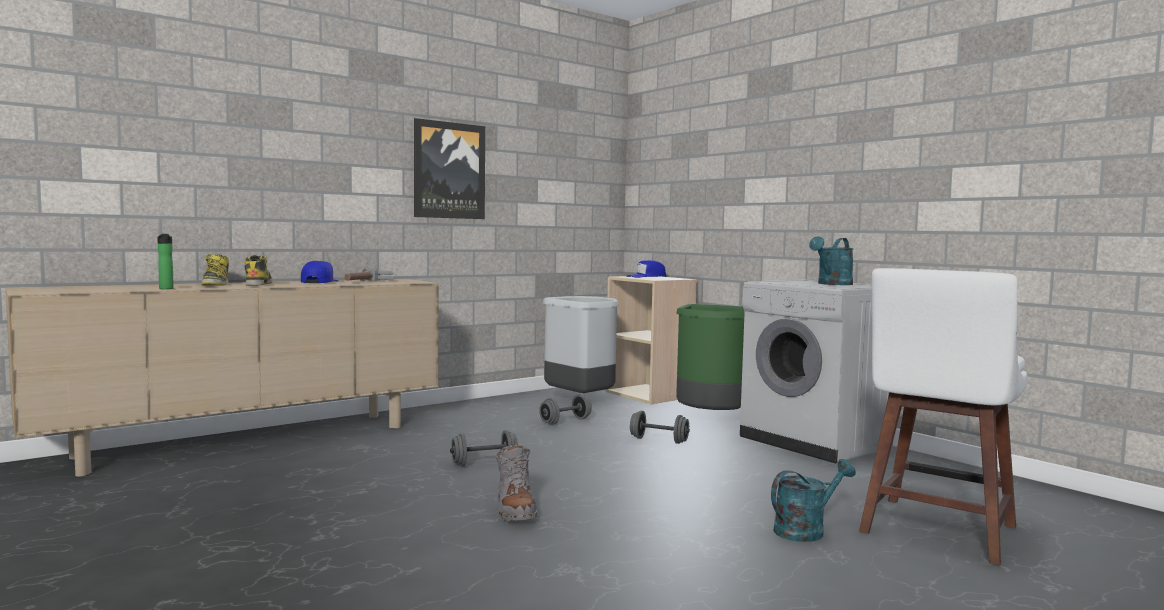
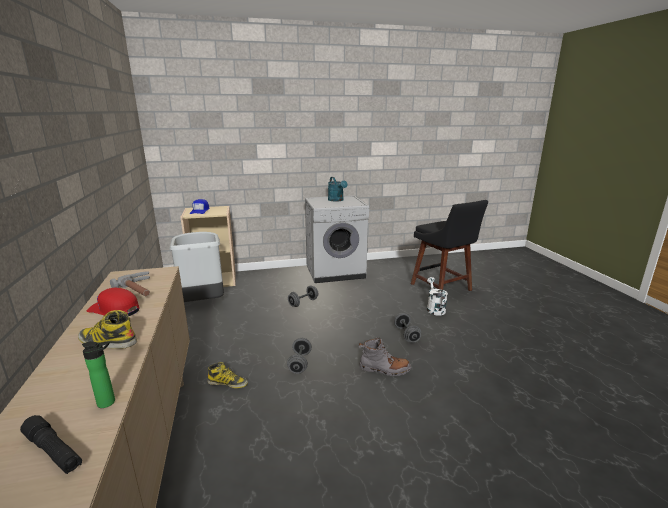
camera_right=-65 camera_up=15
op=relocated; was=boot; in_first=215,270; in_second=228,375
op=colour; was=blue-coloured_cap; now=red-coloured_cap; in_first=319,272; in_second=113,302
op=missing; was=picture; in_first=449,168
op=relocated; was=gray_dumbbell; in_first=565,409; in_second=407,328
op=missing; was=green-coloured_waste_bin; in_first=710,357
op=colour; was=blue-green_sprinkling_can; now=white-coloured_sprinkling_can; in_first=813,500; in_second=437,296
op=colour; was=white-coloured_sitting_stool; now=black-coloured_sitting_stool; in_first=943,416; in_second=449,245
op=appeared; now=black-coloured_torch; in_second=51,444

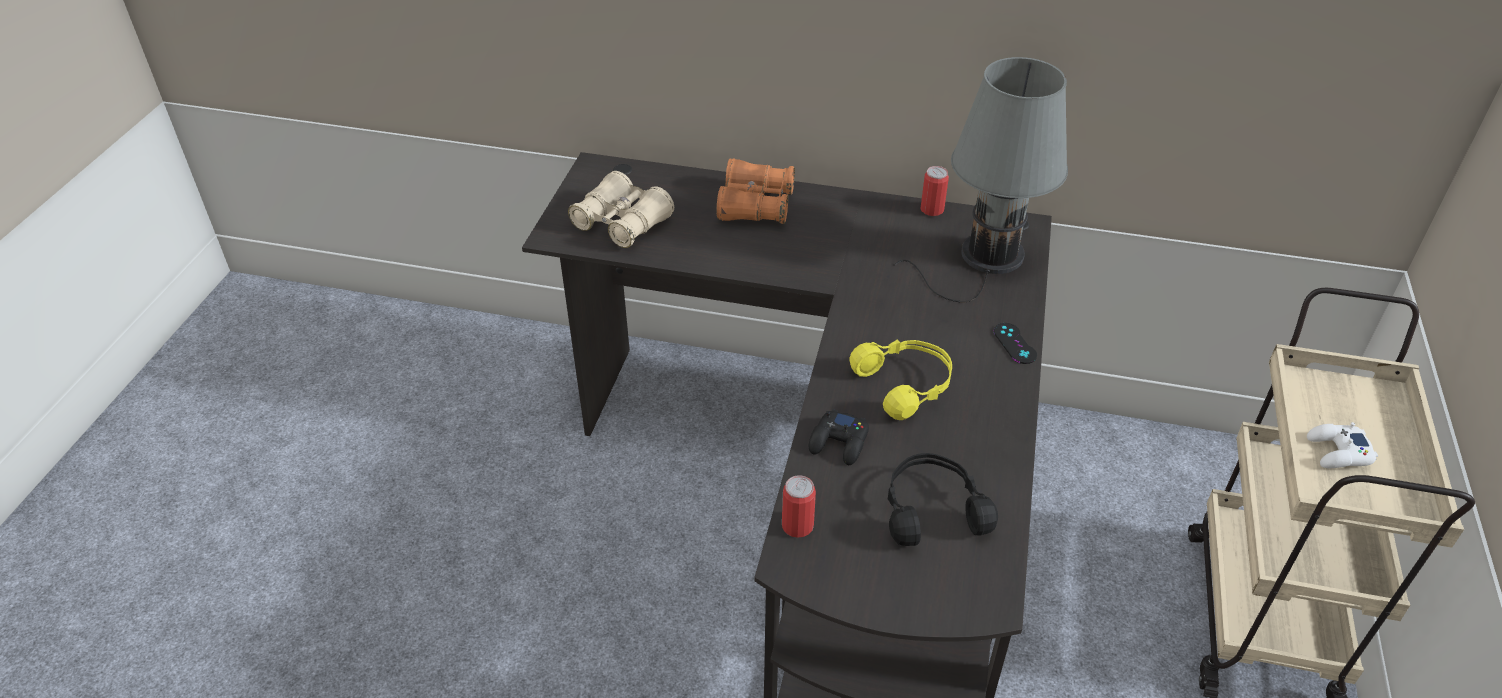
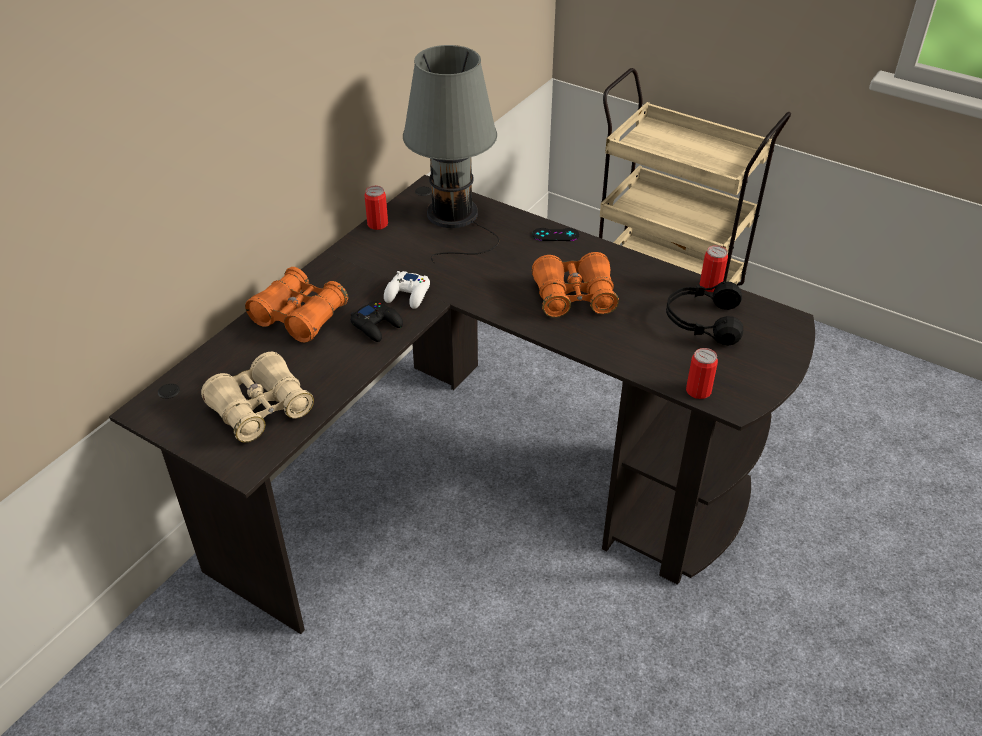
camera_right=-70 camera_up=0
op=relocated; was=black-coloured_gamepad; in_first=839,437; in_second=376,321
op=exchanged; was=yellowish_pair_of_headphones; now=orange_pair_of_binoculars; in_first=901,379; in_second=575,284
op=relocated; was=white-coloured_gamepad; in_first=1342,445; in_second=407,290
op=appeared; now=can; in_second=713,268

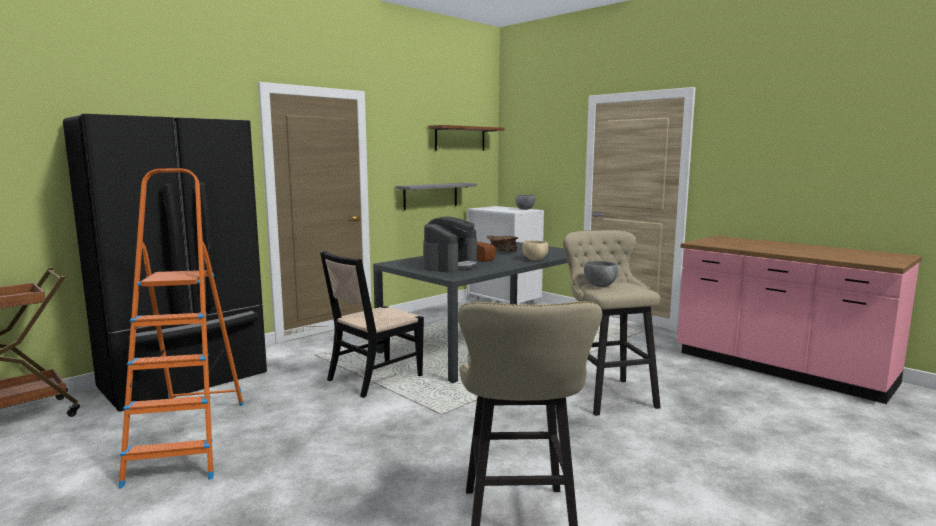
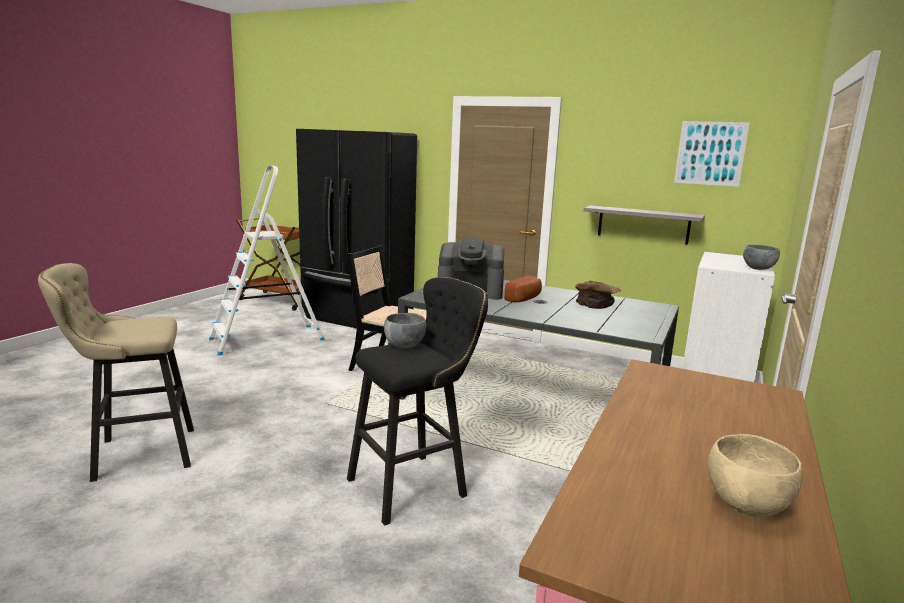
camera_right=70 camera_up=5
op=colour; was=orange_step_ladder; now=white-coloured_step_ladder; in_first=181,329; in_second=267,260
op=exchanged; was=brown_shelf; now=picture; in_first=466,138; in_second=712,154
op=relocated; was=beige-coloured_bowl; in_first=535,250; in_second=755,475
op=colour; was=beige-coloured_sitting_stool; now=black-coloured_sitting_stool; in_first=612,323; in_second=417,401

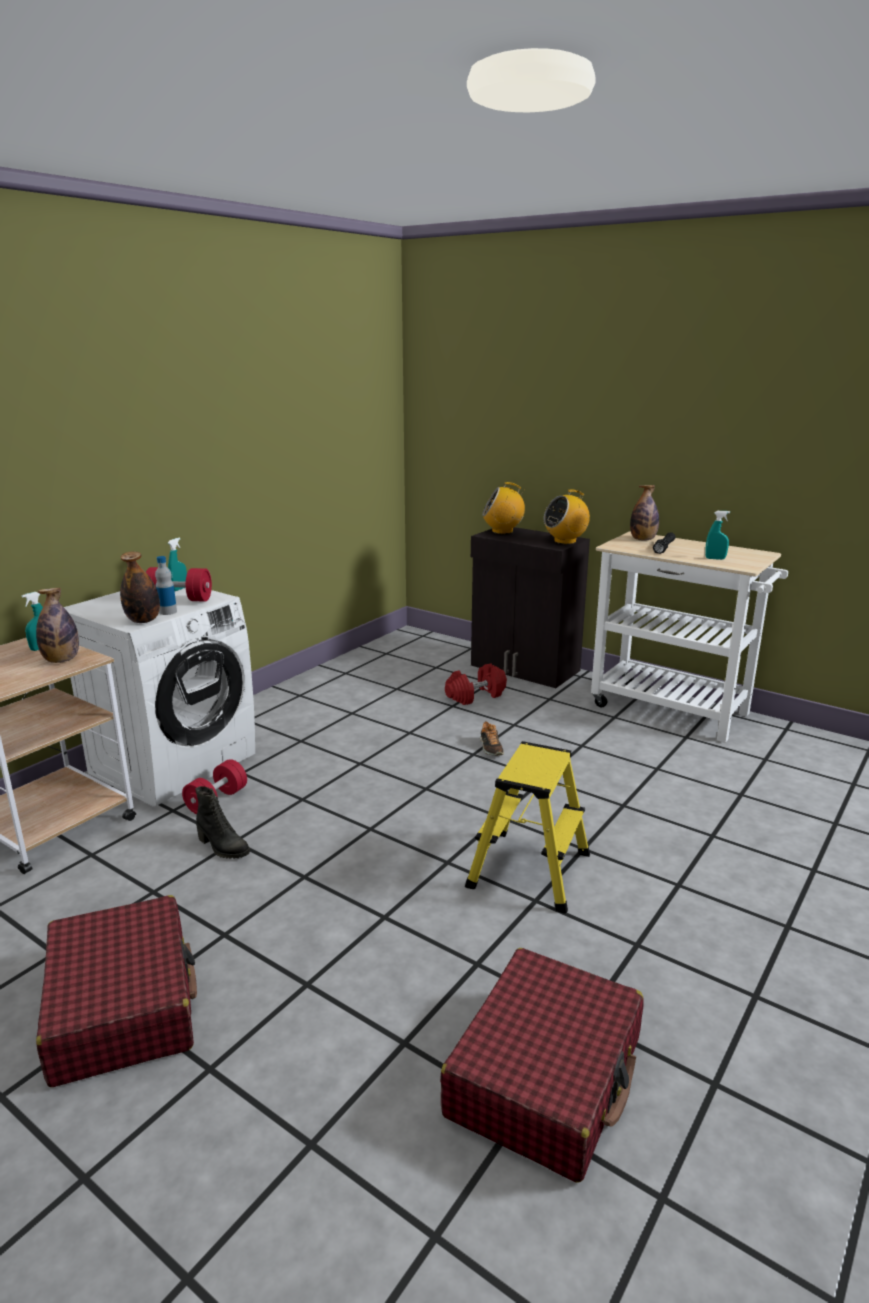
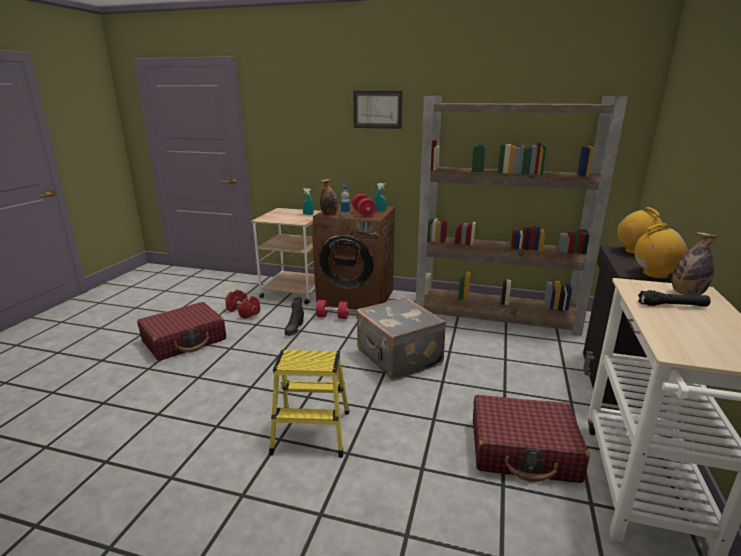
camera_right=70 camera_up=0
op=missing; was=bottle; in_first=57,625
op=colour; was=white-coloured_washing_machine; now=brown_washing_machine; in_first=159,697; in_second=354,256
op=relocated; was=red-coloured_travel_case; in_first=541,1065; in_second=531,439
op=relocated; was=red-coloured_dumbbell; in_first=476,684; in_second=242,304
op=missing; was=shoe; in_first=492,738
op=spun; was=radio; in_first=567,516; in_second=661,251; clockwise=135
op=missing; was=blue-green_hand_sprayer; in_first=717,535
op=appeared; now=picture; in_second=378,110
op=appeared; now=gray_travel_case; in_second=401,339
op=appeared; now=brown_bookcase; in_second=522,215

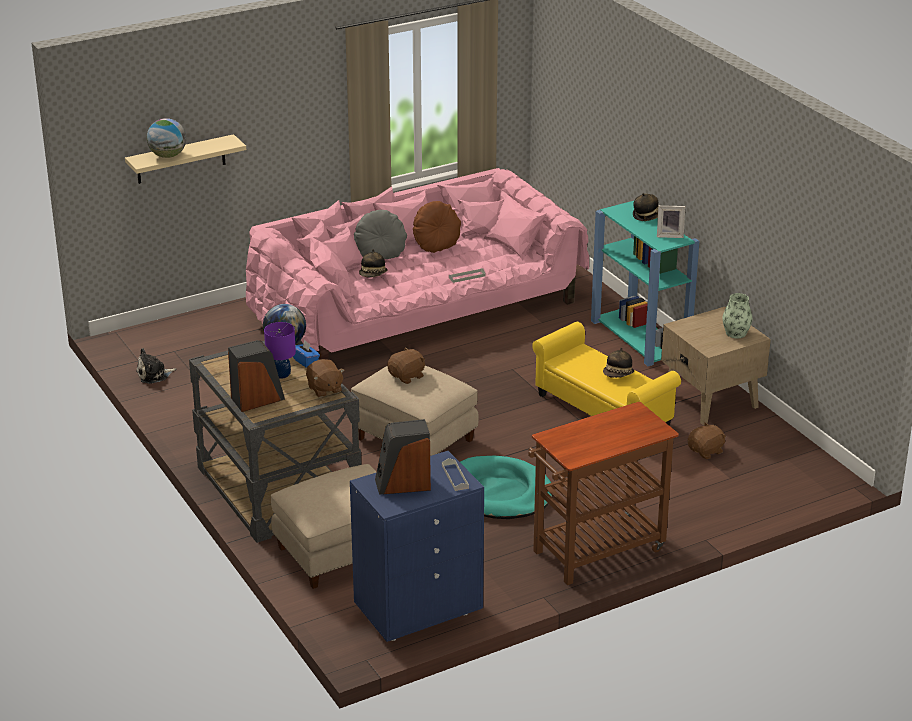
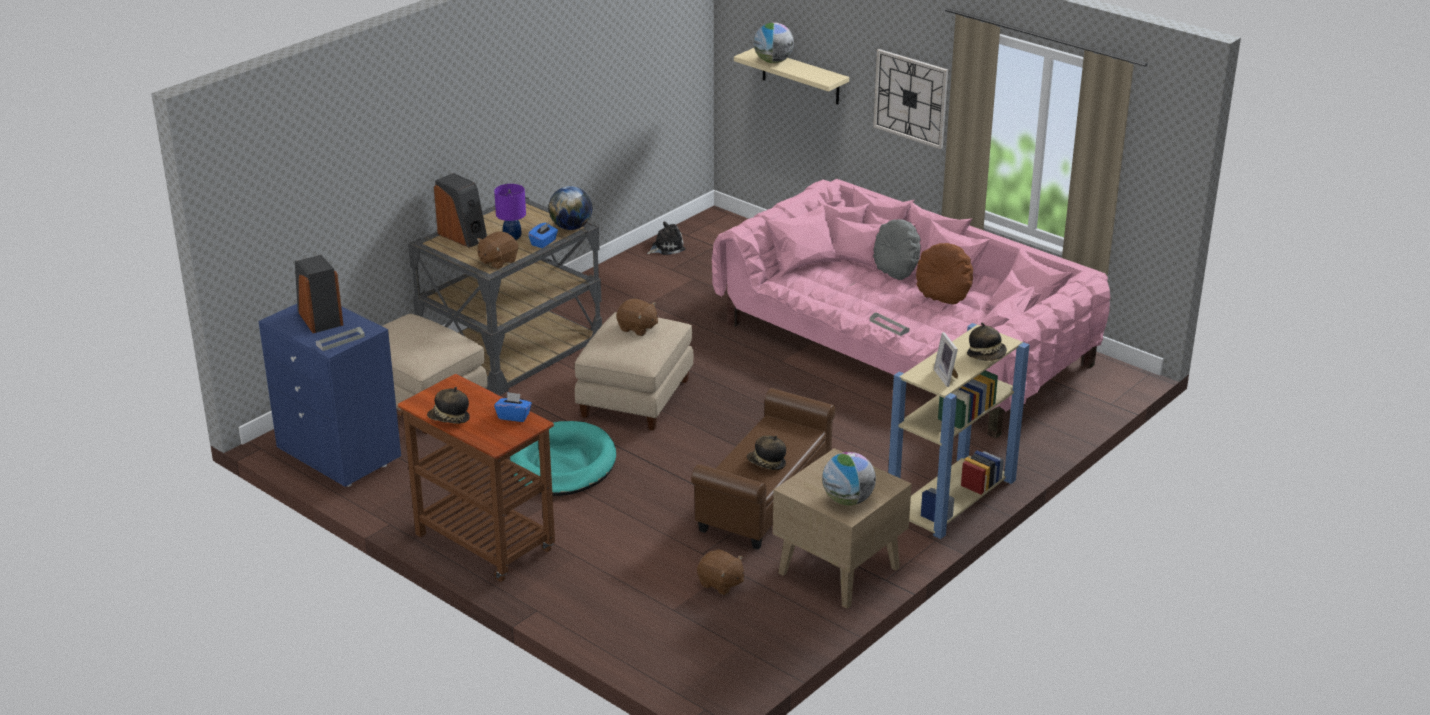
camera_right=70 camera_up=0
op=spun; was=cuddly_toy; in_first=156,366; in_second=666,238; clockwise=105
op=relocated; was=hat; in_first=373,263; in_second=448,405
op=colour; was=yellowish_footrest; now=brown_footrest; in_first=606,374; in_second=763,469
op=colour; was=blue-green_bookcase; now=beige-coloured_bookcase; in_first=645,283; in_second=958,431
op=exchanged; was=vase; now=globe; in_first=737,315; in_second=849,478
op=appeared; now=blue-coloured_box_of_tissues; in_second=513,407
op=appeared; now=wall_clock; in_second=910,99

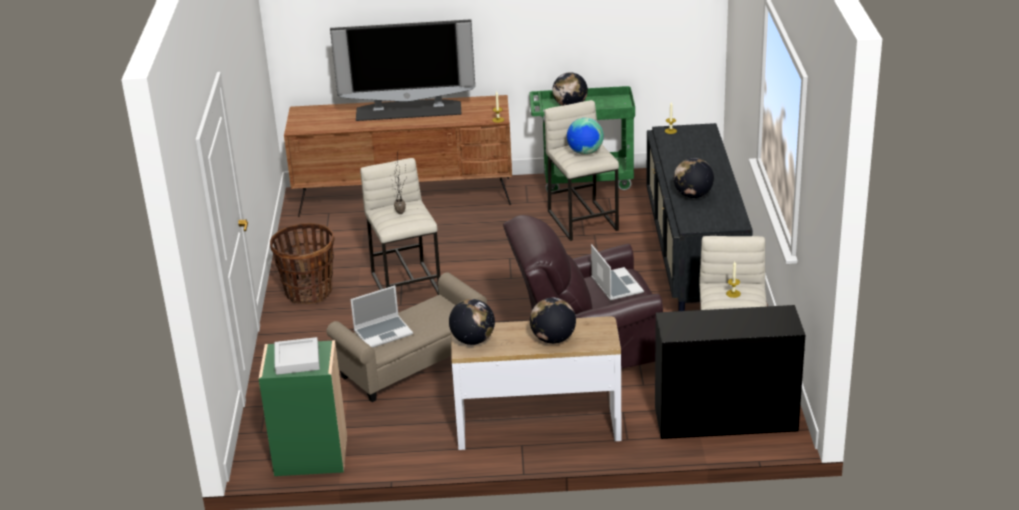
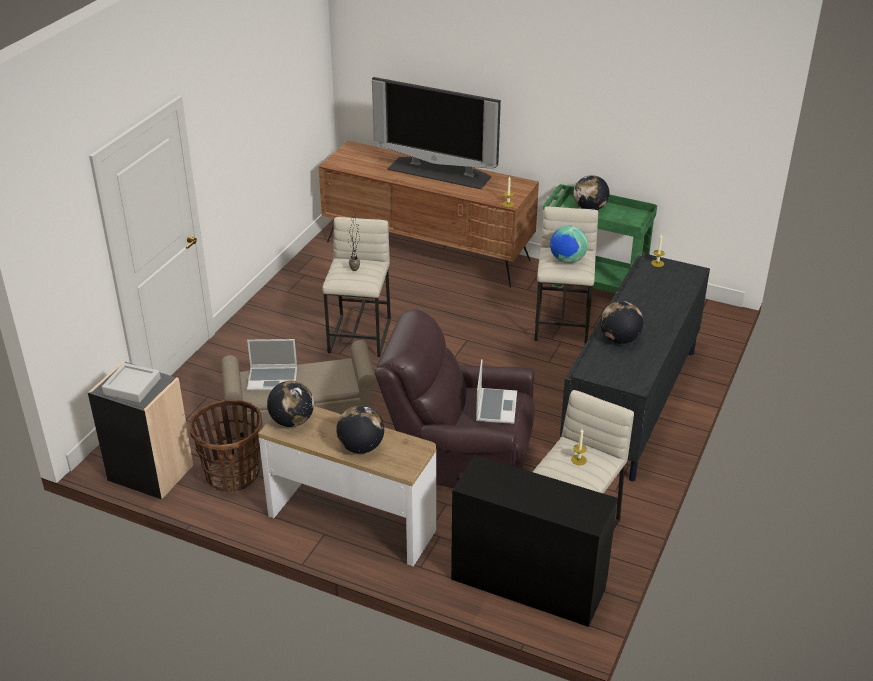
camera_right=25 camera_up=5
op=colour; was=green-coloured_bookcase; now=black-coloured_bookcase; in_first=303,408; in_second=140,430
op=relocated; was=storage_basket; in_first=302,263; in_second=226,446

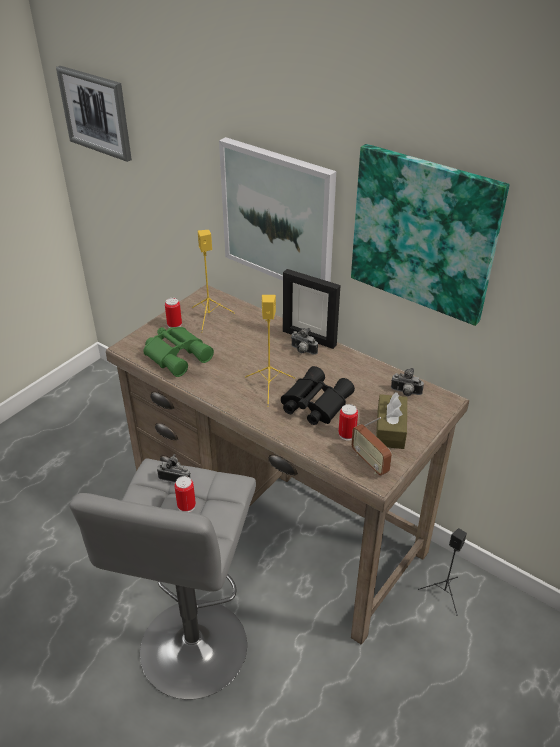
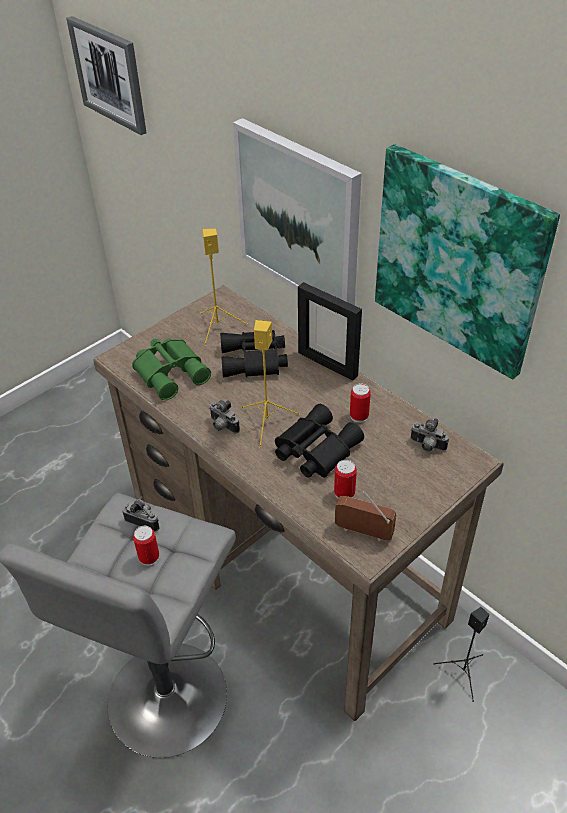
camera_right=10 camera_up=5
op=relocated; was=can; in_first=173,313; in_second=360,403
op=relocated; was=photo_camera; in_first=304,341; in_second=224,416
op=spun; was=radio; in_first=371,446; in_second=365,516; clockwise=135
op=missing; was=brown_box_of_tissues; in_first=391,420
op=appeared; now=black-coloured_pair_of_binoculars; in_second=254,353

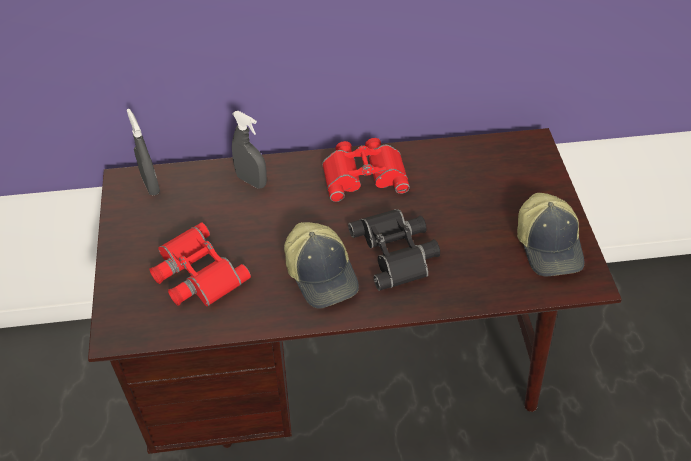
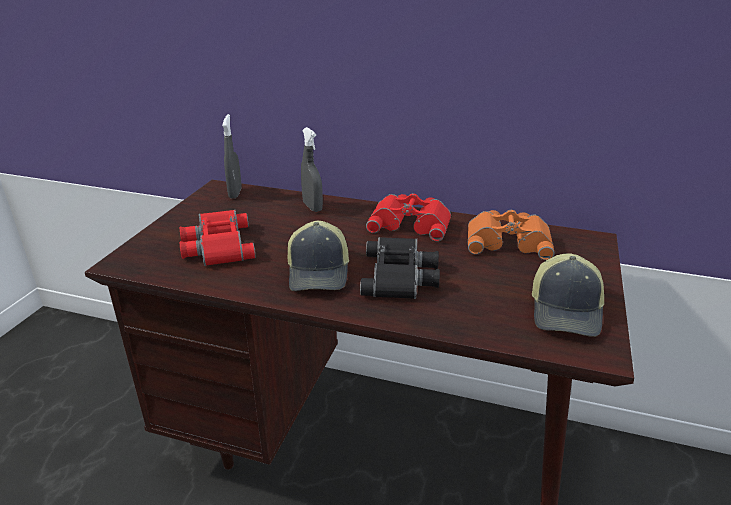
camera_right=25 camera_up=-20
op=appeared; now=orange_pair_of_binoculars; in_second=511,235

